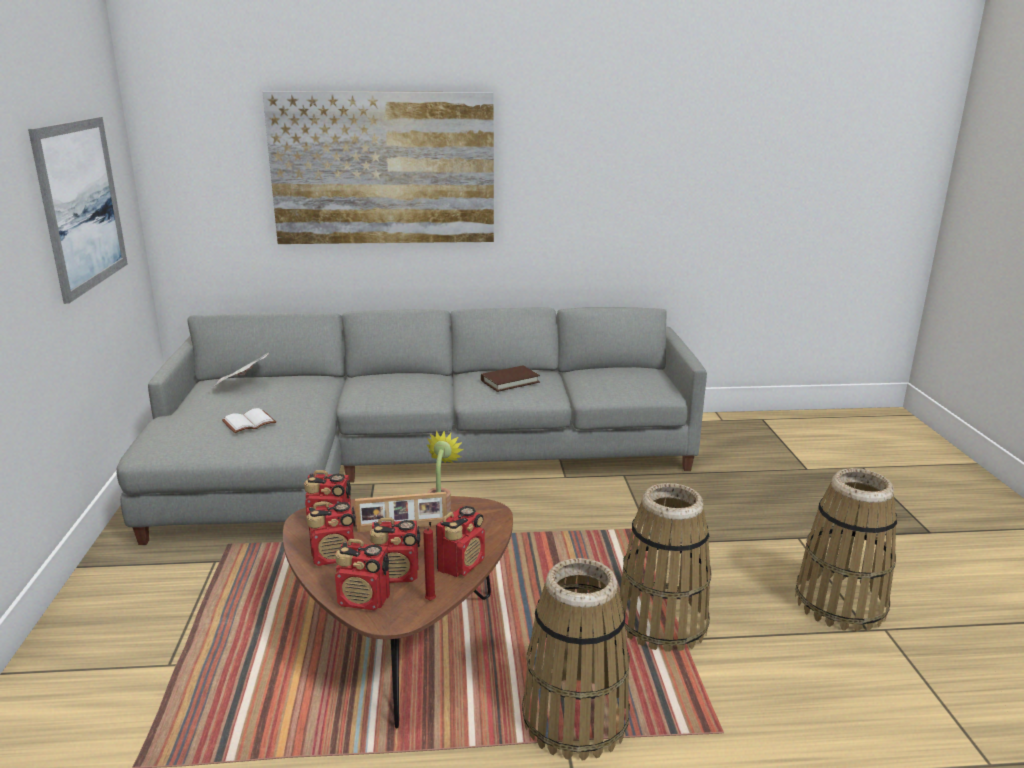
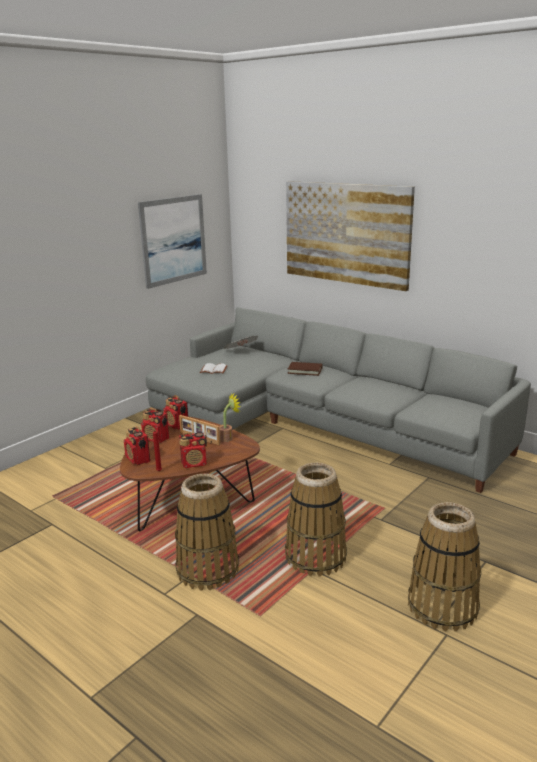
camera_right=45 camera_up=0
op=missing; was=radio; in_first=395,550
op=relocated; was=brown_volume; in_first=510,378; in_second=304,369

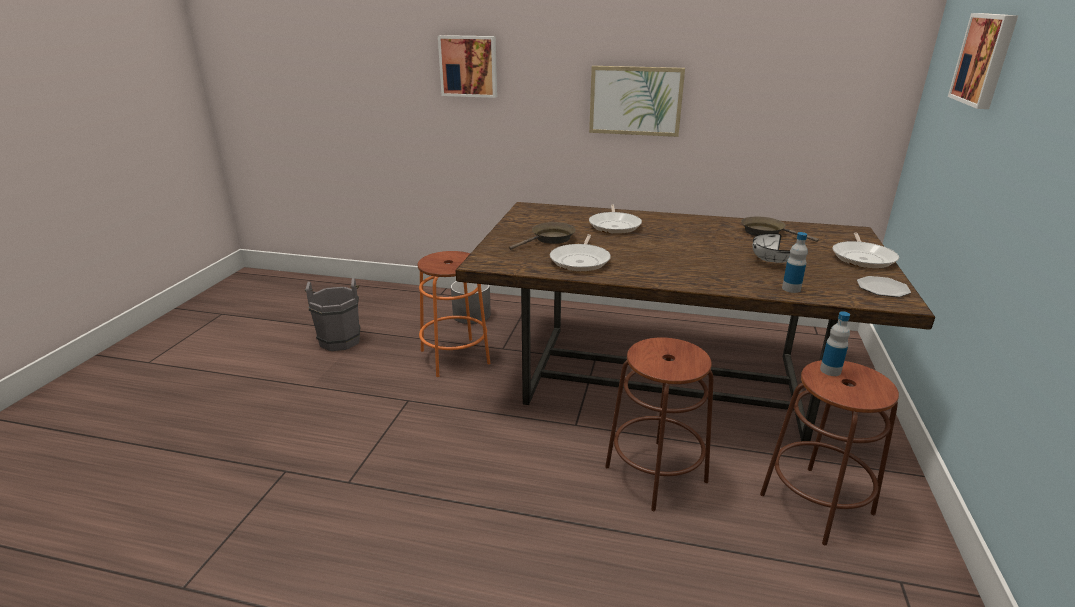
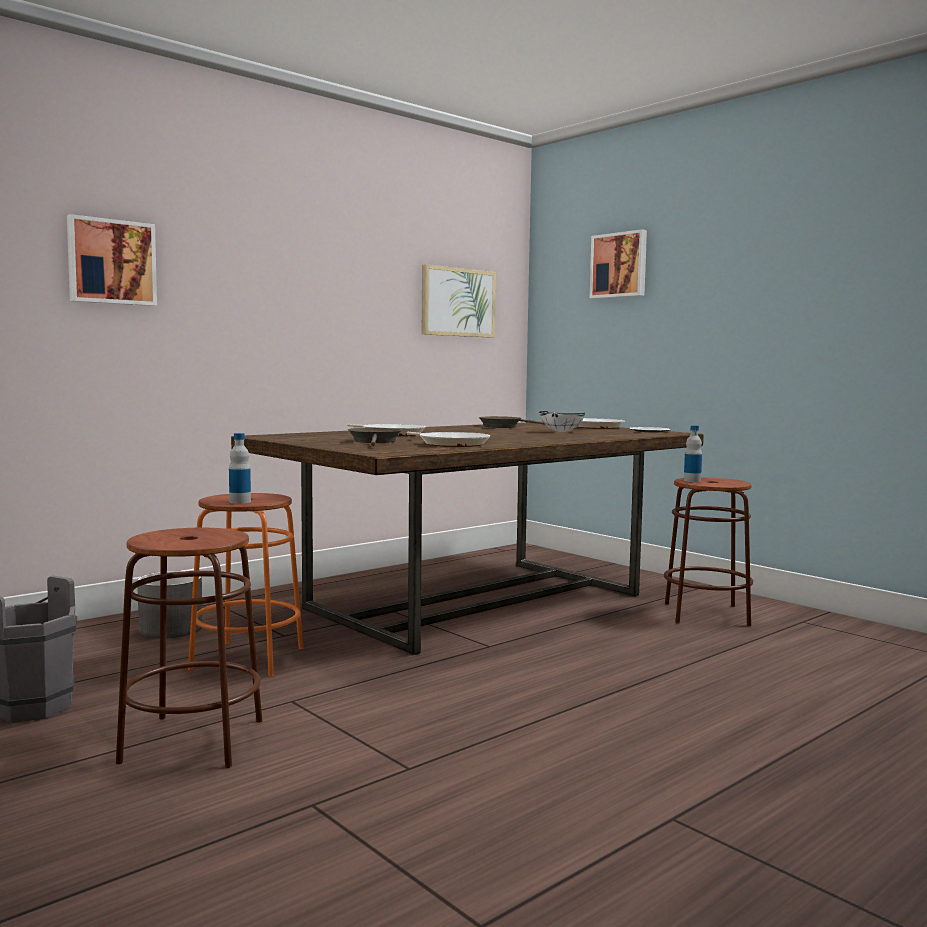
camera_right=-55 camera_up=-20
op=relocated; was=picture; in_first=637,101; in_second=459,301
op=relocated; was=brown_sitting_stool; in_first=659,424; in_second=189,648
op=relocated; was=bottle; in_first=795,262; in_second=240,468

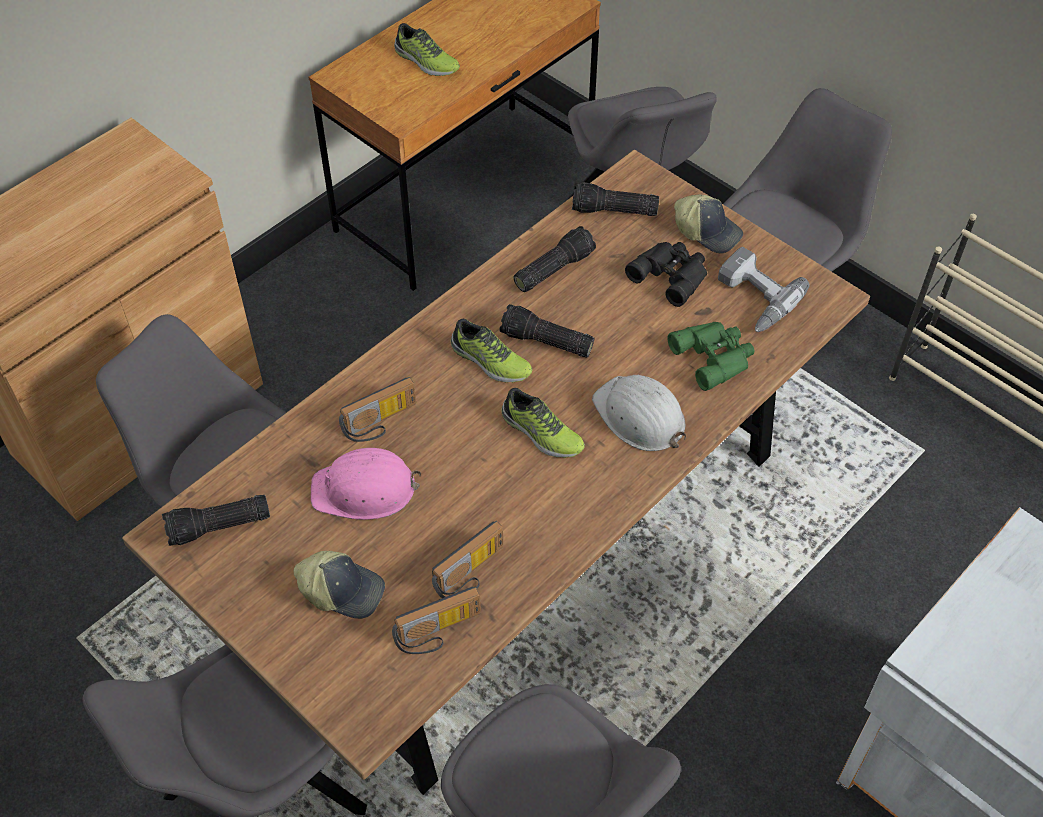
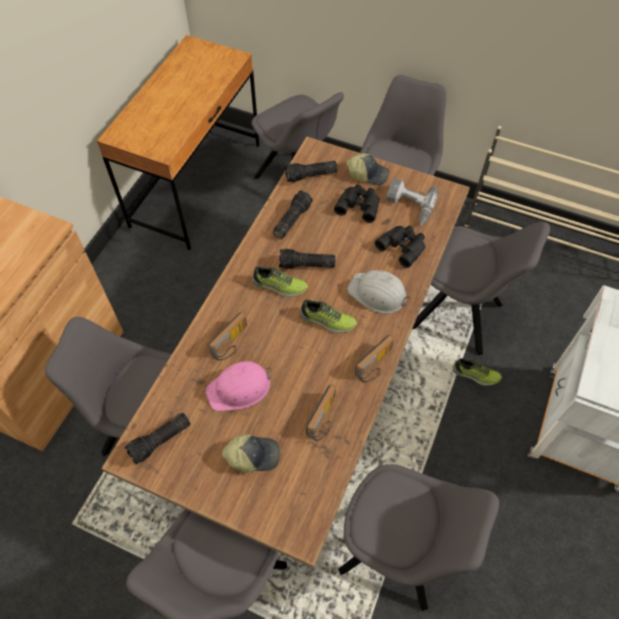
camera_right=-20 camera_up=5
op=relocated; was=radio; in_first=436,620; in_second=374,358
op=relocated; was=shoe; in_first=427,49; in_second=477,372
op=colour; was=green-coloured_pair_of_binoculars; now=black-coloured_pair_of_binoculars; in_first=710,356; in_second=400,247
op=appeared; now=gray_chair; in_second=481,289

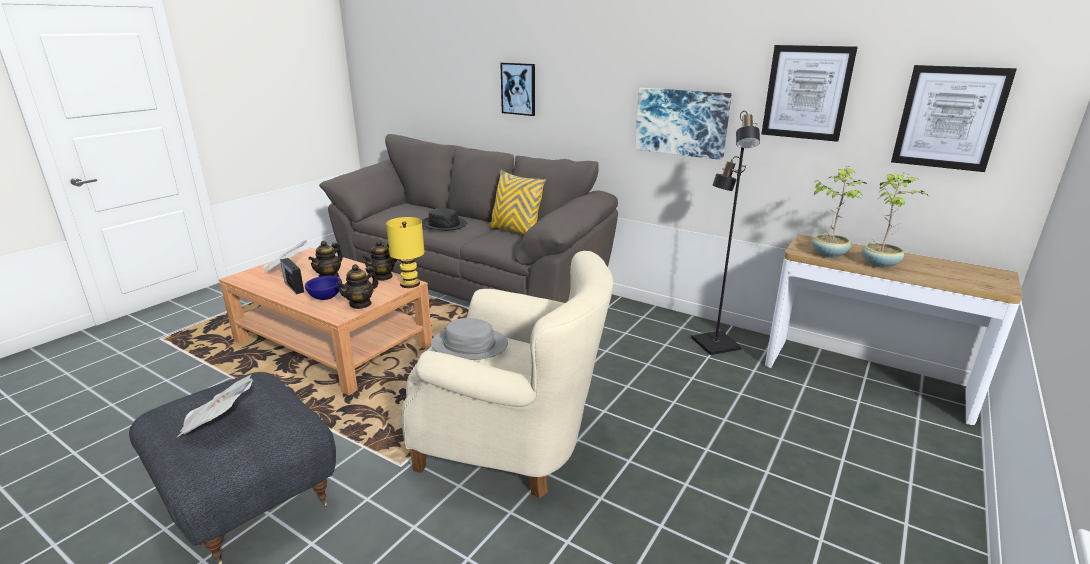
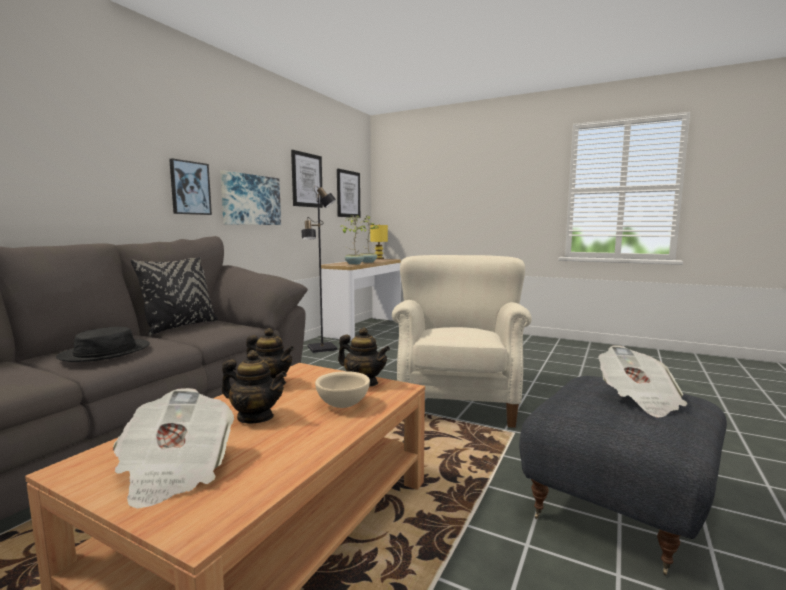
camera_right=-95 camera_up=-15
op=missing; was=radio; in_first=292,276
op=colour; was=blue-coloured_bowl; now=beige-coloured_bowl; in_first=323,288; in_second=342,389
op=relocated; was=yellowish_table_lamp; in_first=405,252; in_second=379,242
op=missing; was=gray_hat; in_first=469,339
op=colour; was=yellowish_pillow; now=black-coloured_pillow; in_first=517,202; in_second=174,296
op=relocated; was=picture; in_first=517,89; in_second=190,186

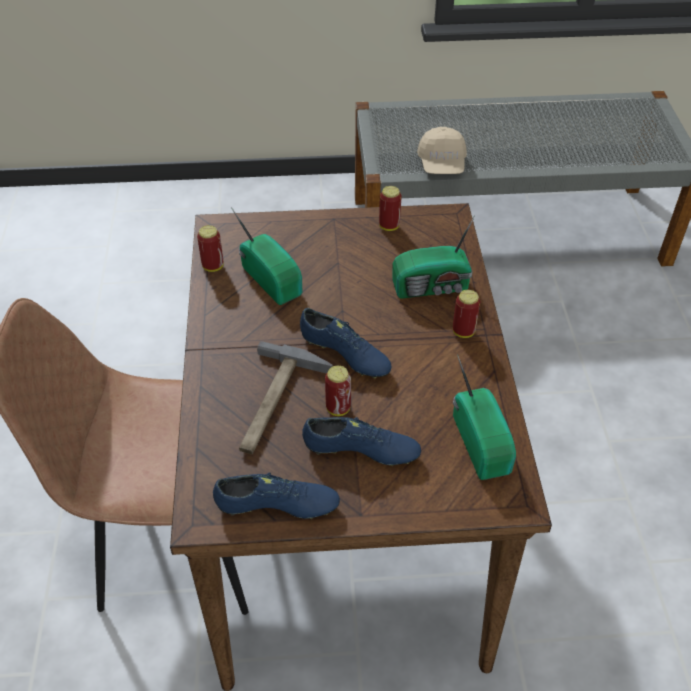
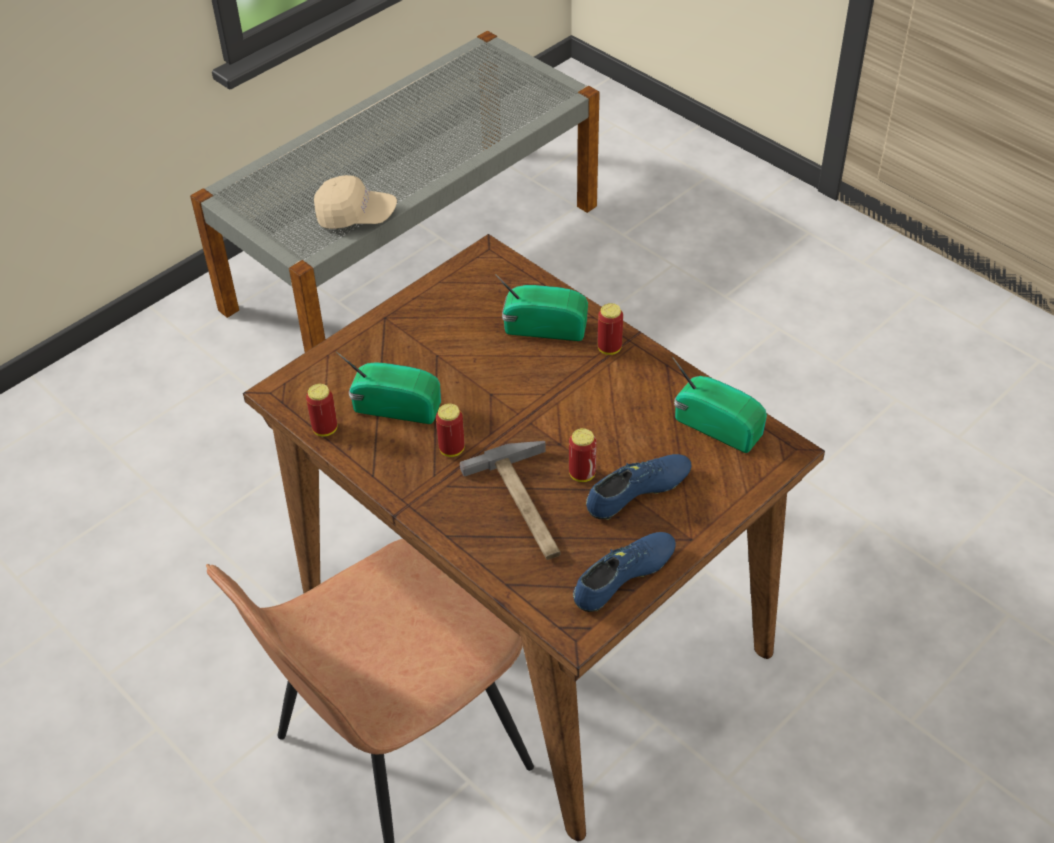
camera_right=-40 camera_up=0
op=missing; was=blue-coloured_shoe; in_first=346,343
op=relocated; was=can; in_first=390,208; in_second=450,430
op=spun; was=radio; in_first=433,257; in_second=541,307; clockwise=-120
op=spun; was=beige-coloured_cap; in_first=442,150; in_second=355,202; clockwise=-45

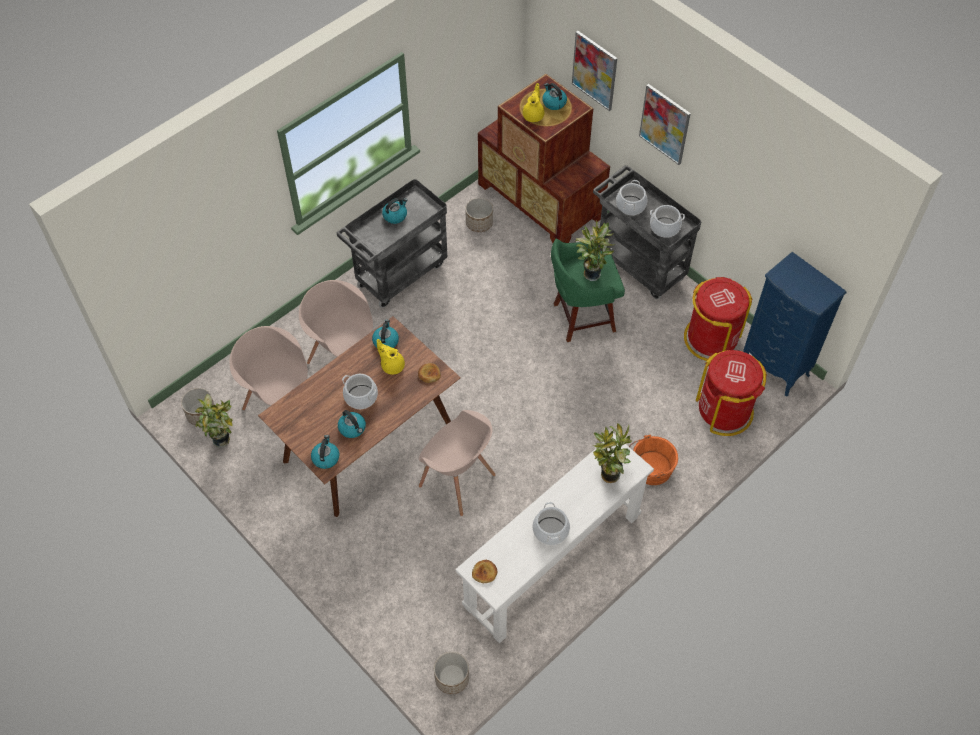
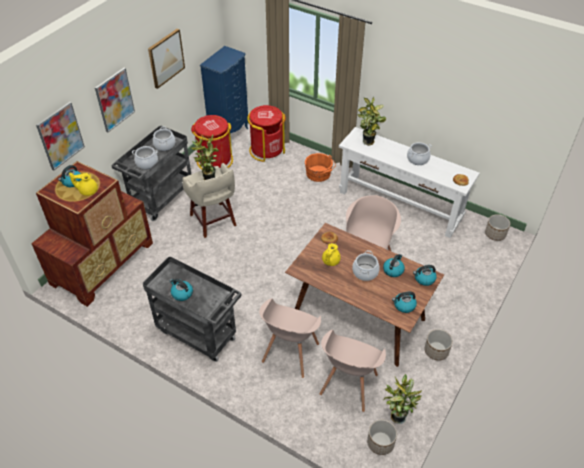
camera_right=-105 camera_up=-10
op=relocated; was=tea_kettle; in_first=385,333; in_second=404,302
op=relocated; was=flower_pot; in_first=479,215; in_second=439,345
op=colour; was=green-coloured_sitting_stool; now=beige-coloured_sitting_stool; in_first=588,290; in_second=209,200
op=appeared; now=picture; in_second=166,58

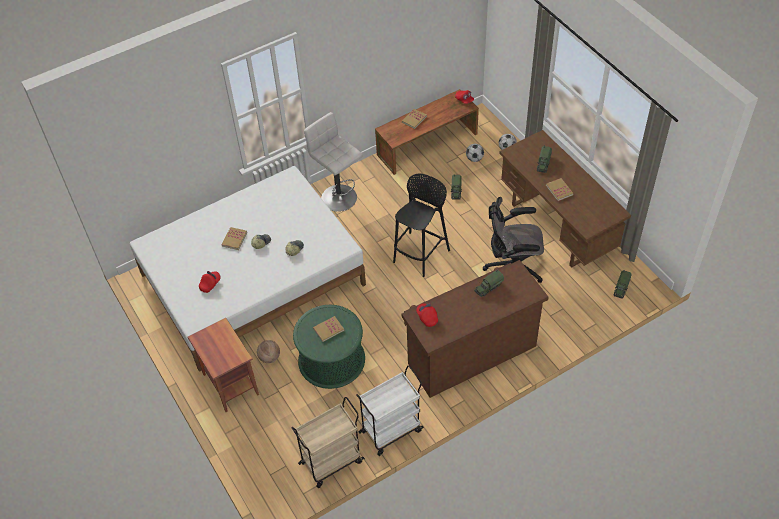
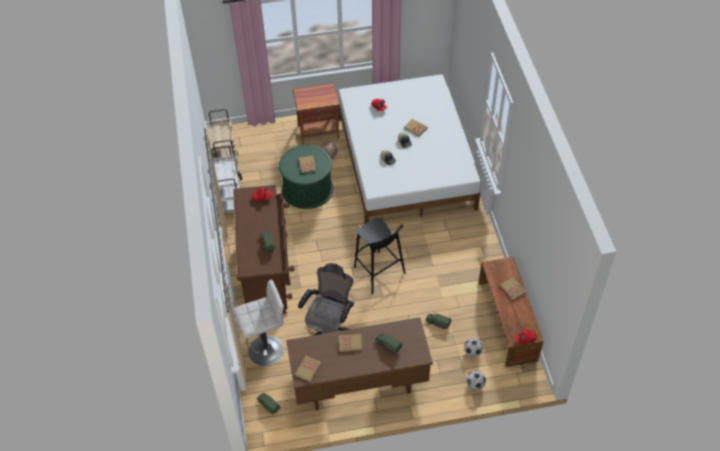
camera_right=110 camera_up=0
op=relocated; was=white-coloured_sitting_stool; in_first=333,162; in_second=258,322
op=appeared; now=volume; in_second=308,369

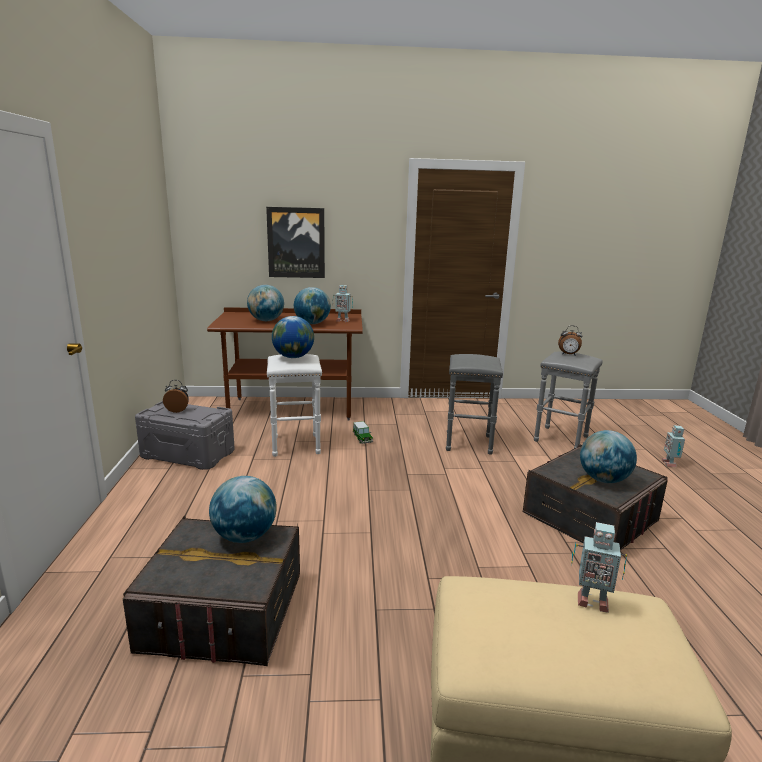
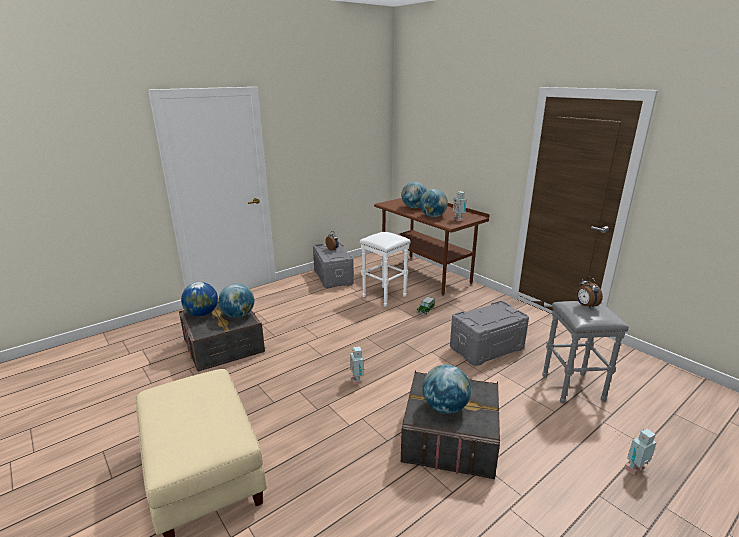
camera_right=55 camera_up=5
op=missing; was=picture; in_first=295,242
op=relocated; was=globe; in_first=293,337; in_second=199,299
op=exchanged; was=gray_sitting_stool; now=gray_storage_container; in_first=474,404; in_second=489,333
op=relocated; was=model_robot; in_first=599,567; in_second=357,365

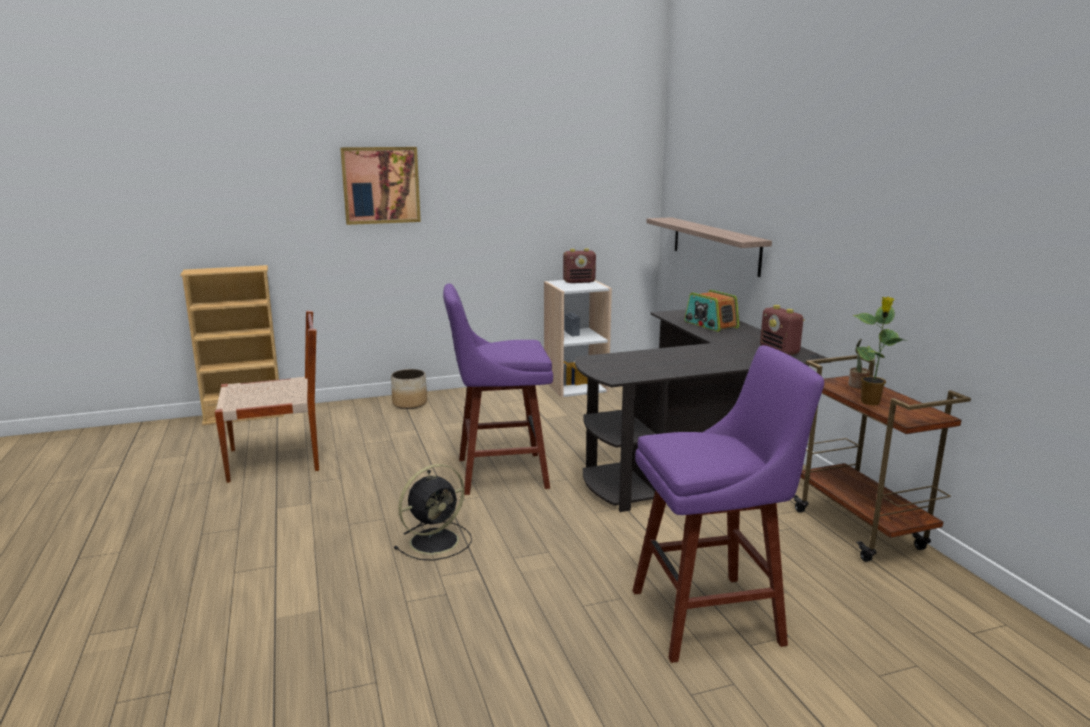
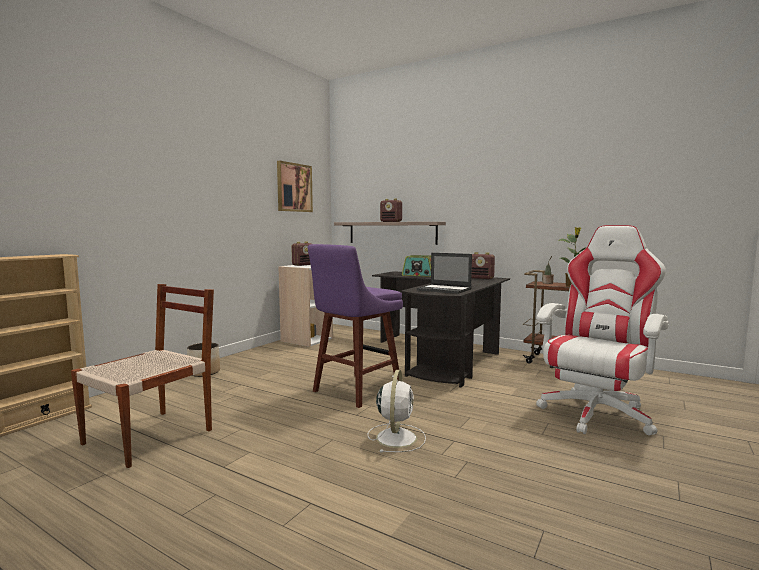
camera_right=-40 camera_up=-10
op=relocated; was=picture; in_first=380,186; in_second=295,186
op=colour; was=black-coloured_electric_fan; now=white-coloured_electric_fan; in_first=433,512; in_second=397,411
op=exchanged; was=purple_sitting_stool; now=white-coloured_computer_chair; in_first=728,504; in_second=602,330
op=appeared; now=radio; in_second=391,210
op=appeared; now=laptop; in_second=444,273

